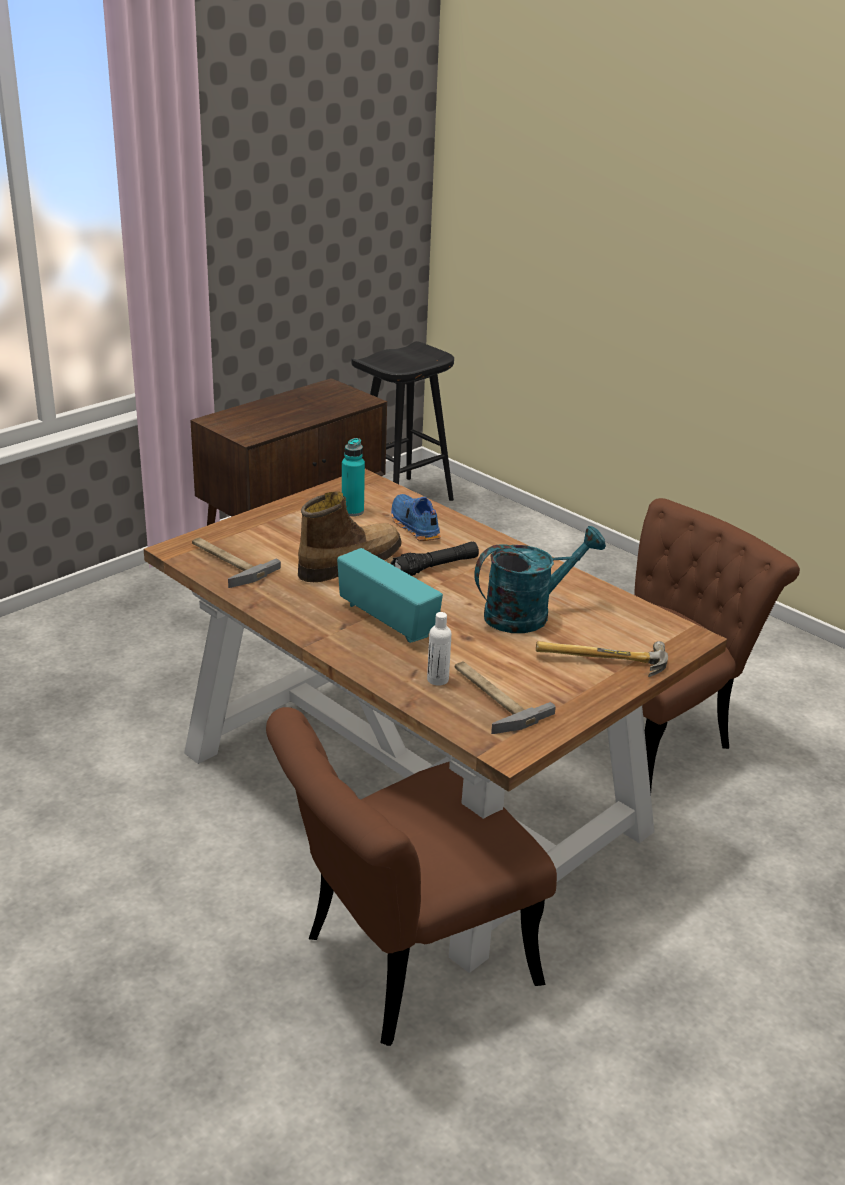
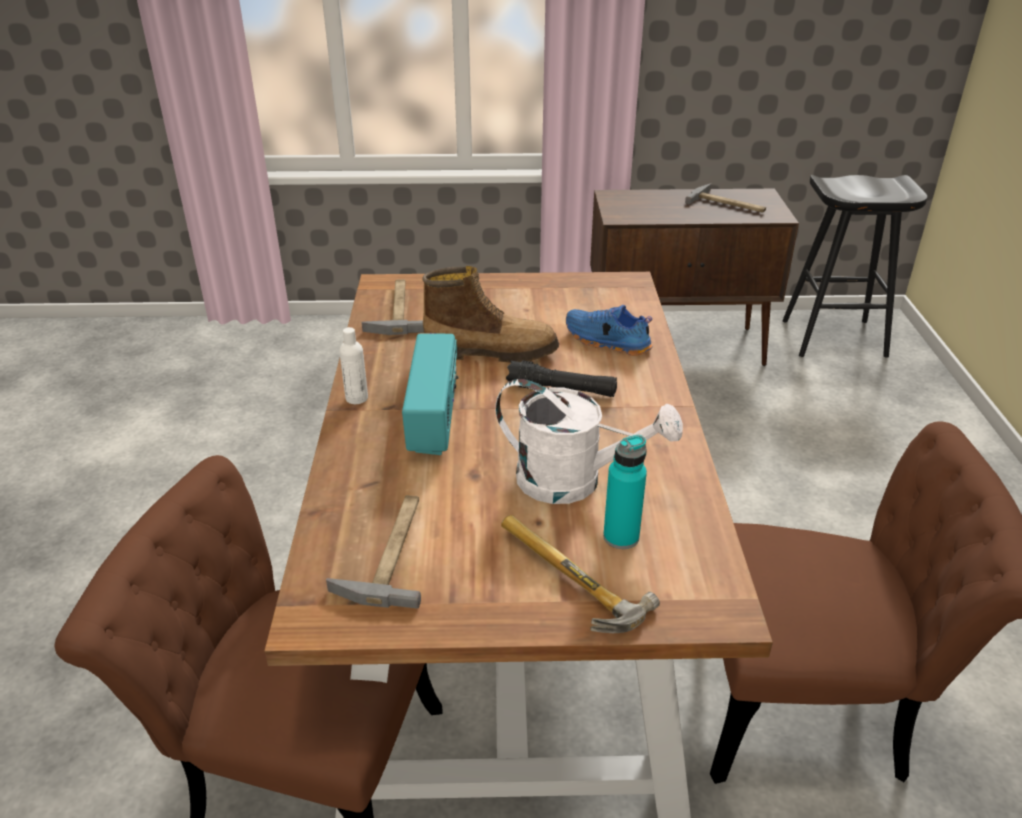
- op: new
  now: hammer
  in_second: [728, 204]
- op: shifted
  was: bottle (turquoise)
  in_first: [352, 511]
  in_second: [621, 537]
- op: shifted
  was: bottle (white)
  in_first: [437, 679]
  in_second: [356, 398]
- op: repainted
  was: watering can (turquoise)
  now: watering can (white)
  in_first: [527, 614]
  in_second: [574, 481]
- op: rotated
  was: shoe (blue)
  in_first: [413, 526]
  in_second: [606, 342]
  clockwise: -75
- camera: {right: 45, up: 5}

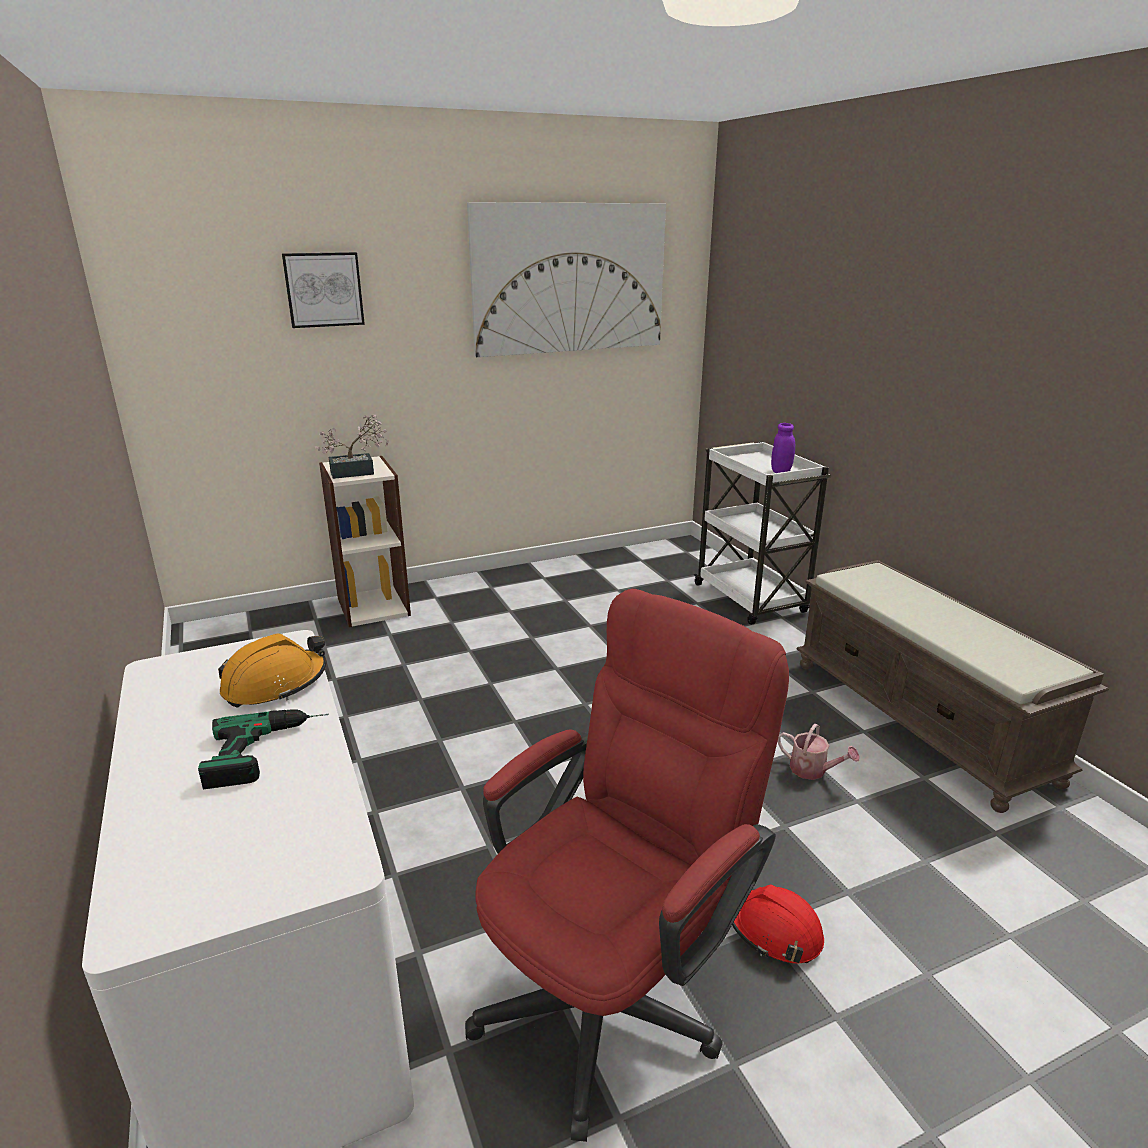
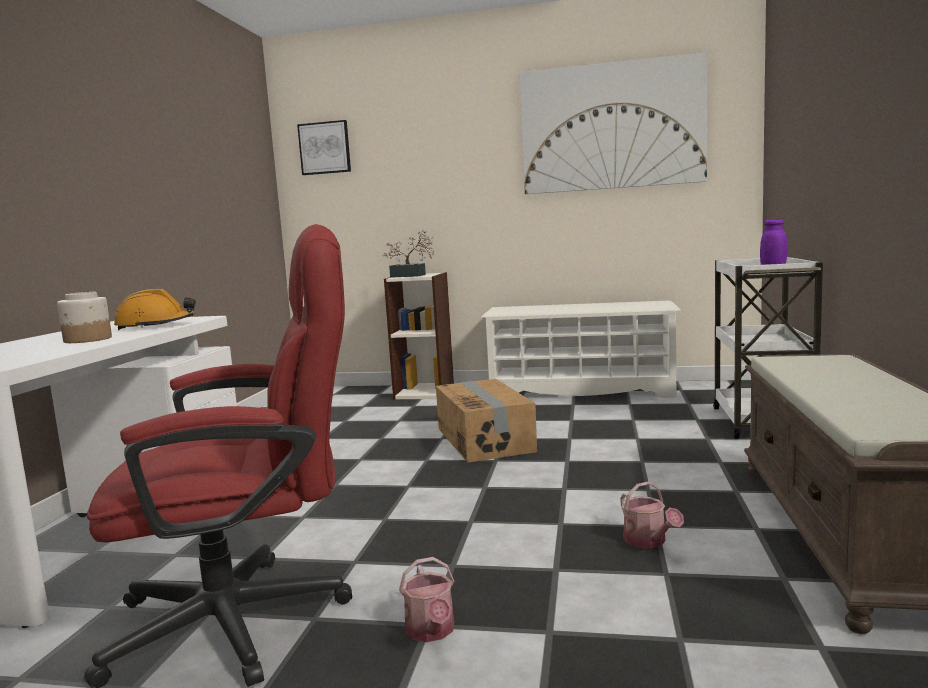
- op: new
  now: cardboard box
  in_second: [485, 439]
- op: new
  now: shoe rack (white)
  in_second: [581, 391]
- op: shifted
  was: picture
  in_first: [324, 289]
  in_second: [325, 148]
- op: swapped
  was: power drill
  now: jar
  in_first: [269, 751]
  in_second: [88, 340]
- op: swapped
  was: hard hat (red)
  now: watering can
  in_first: [774, 931]
  in_second: [431, 631]
- camera: {right: 35, up: -15}

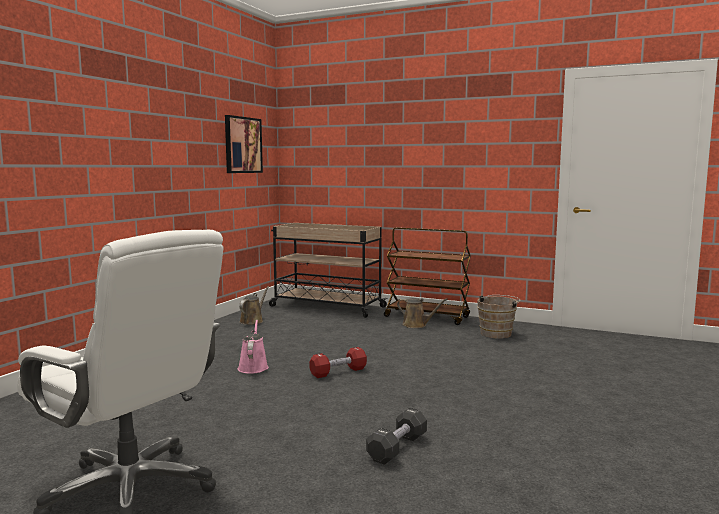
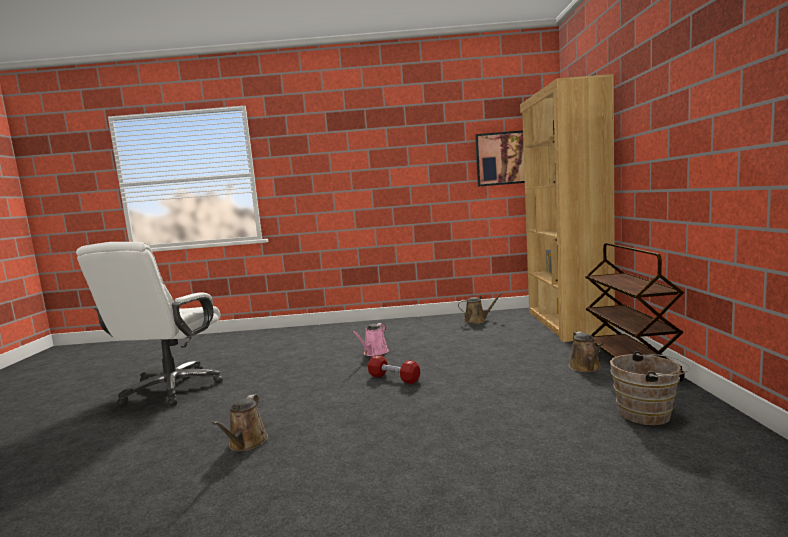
- op: swapped
  was: cart (beige)
  now: bookcase (brown)
  in_first: [326, 306]
  in_second: [566, 324]
- op: swapped
  was: dumbbell (black)
  now: watering can (brown)
  in_first: [397, 448]
  in_second: [246, 443]
- op: rotated
  was: watering can (pink)
  in_first: [253, 367]
  in_second: [374, 353]
  clockwise: 150
- camera: {right: 65, up: 0}

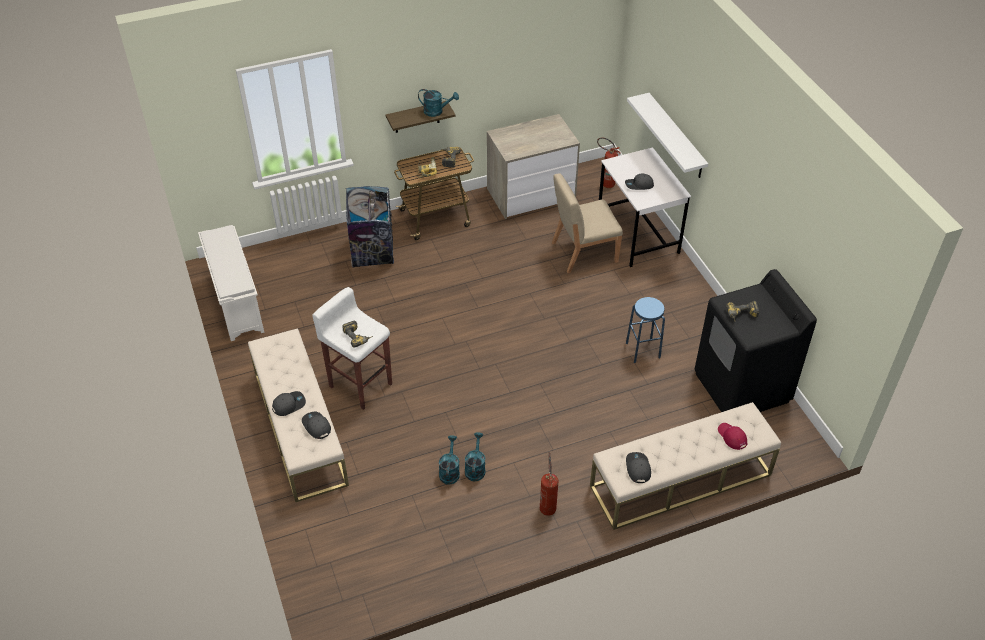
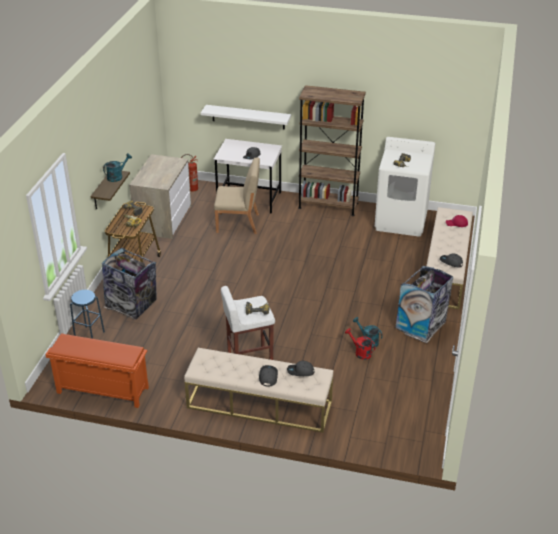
- op: new
  now: bookcase (brown)
  in_second: [328, 205]
- op: shifted
  was: stool (blue)
  in_first: [643, 350]
  in_second: [89, 335]
- op: swapped
  was: fire extinguisher
  now: trash can
  in_first: [547, 505]
  in_second: [421, 325]
- op: repainted
  was: shoe rack (white)
  now: shoe rack (orange)
  in_first: [236, 303]
  in_second: [101, 390]
- op: repainted
  was: watering can (turquoise)
  now: watering can (red)
  in_first: [449, 471]
  in_second: [360, 352]
- op: repainted
  was: washing machine (black)
  now: washing machine (white)
  in_first: [742, 388]
  in_second: [401, 221]
- op: rotated
  was: chair (beige)
  in_first: [583, 252]
  in_second: [238, 223]
  clockwise: -105
- camera: {right: -55, up: -10}

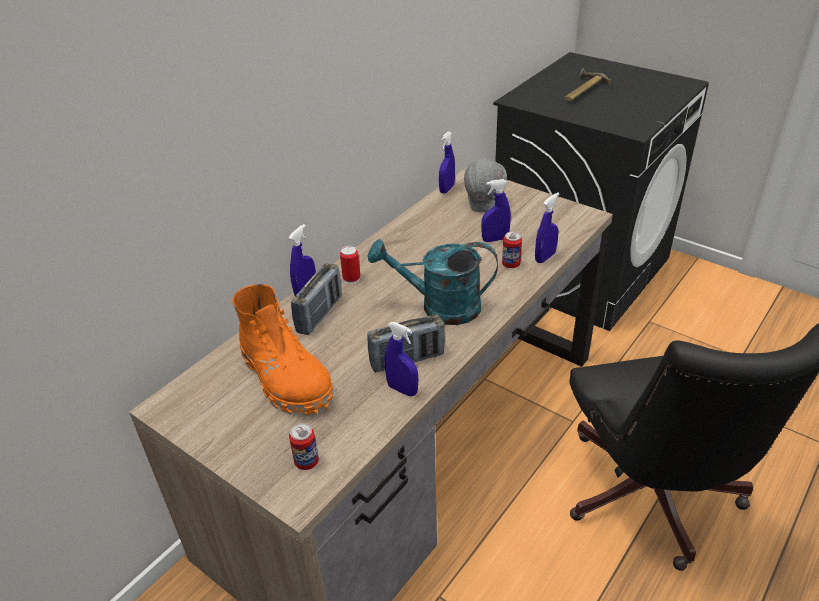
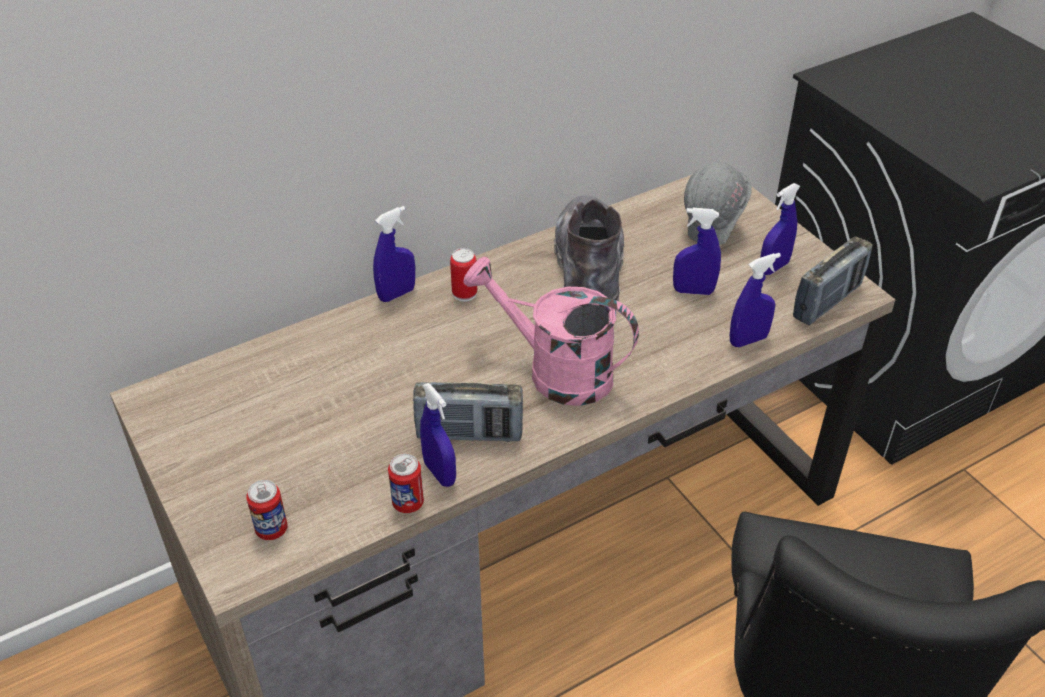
- op: gone
  was: boot (orange)
  in_first: [286, 379]
- op: gone
  was: hammer
  in_first: [581, 90]
- op: new
  now: boot (grey)
  in_second: [588, 272]
- op: shifted
  was: radio
  in_first: [319, 314]
  in_second: [827, 301]
- op: shifted
  was: spray bottle (blue)
  in_first: [447, 189]
  in_second: [773, 267]
- op: shifted
  was: can
  in_first: [511, 264]
  in_second: [408, 503]
- op: repainted
  was: watering can (turquoise)
  now: watering can (pink)
  in_first: [439, 307]
  in_second: [556, 371]
- camera: {right: 20, up: 5}

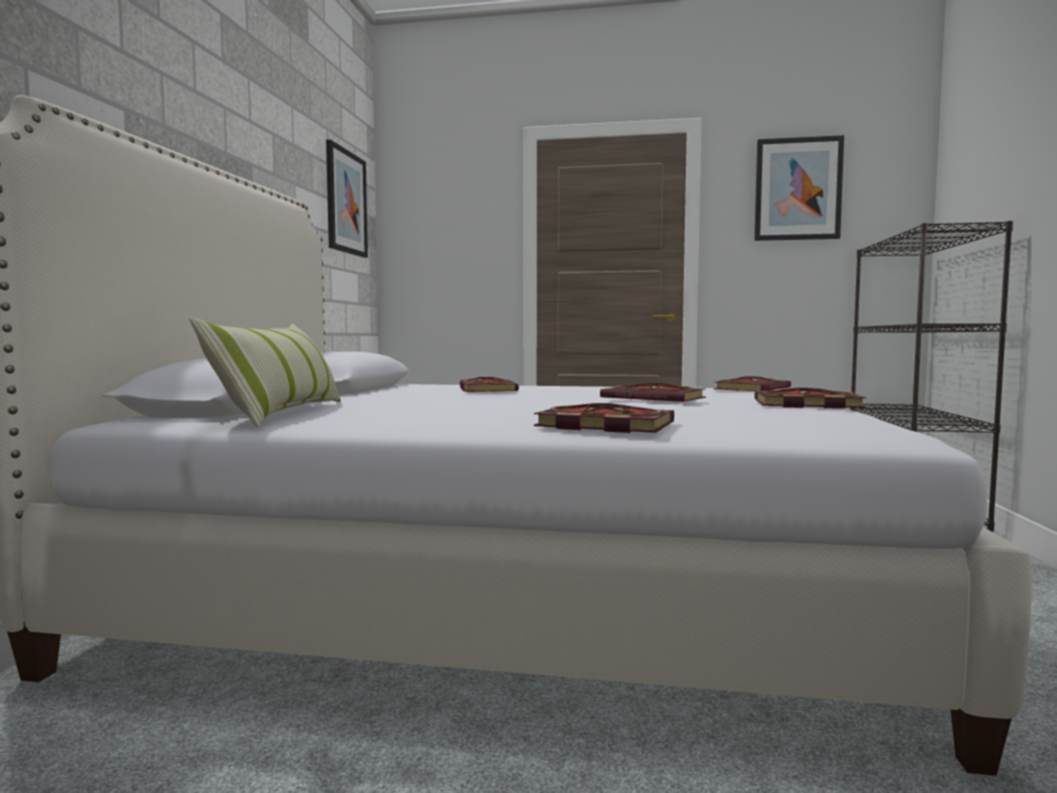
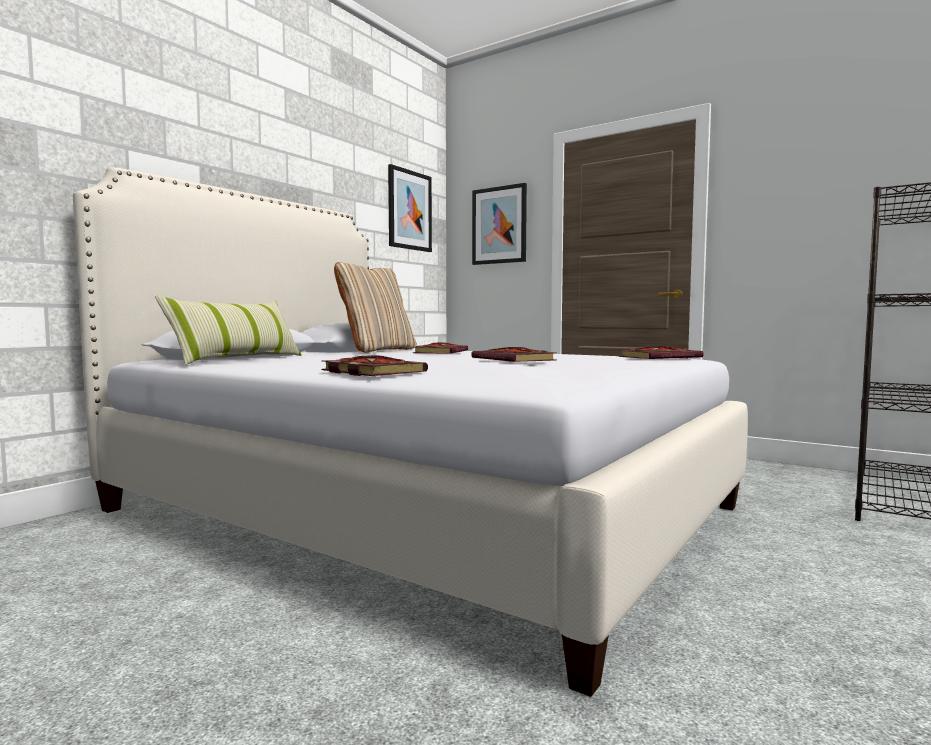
- op: gone
  was: book
  in_first: [804, 404]
- op: new
  now: pillow (beige)
  in_second: [377, 350]
- op: shifted
  was: picture
  in_first: [797, 189]
  in_second: [499, 225]
- camera: {right: 25, up: 0}

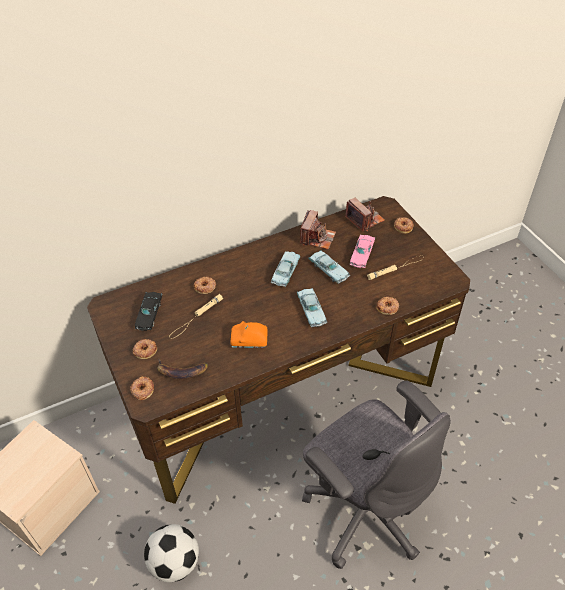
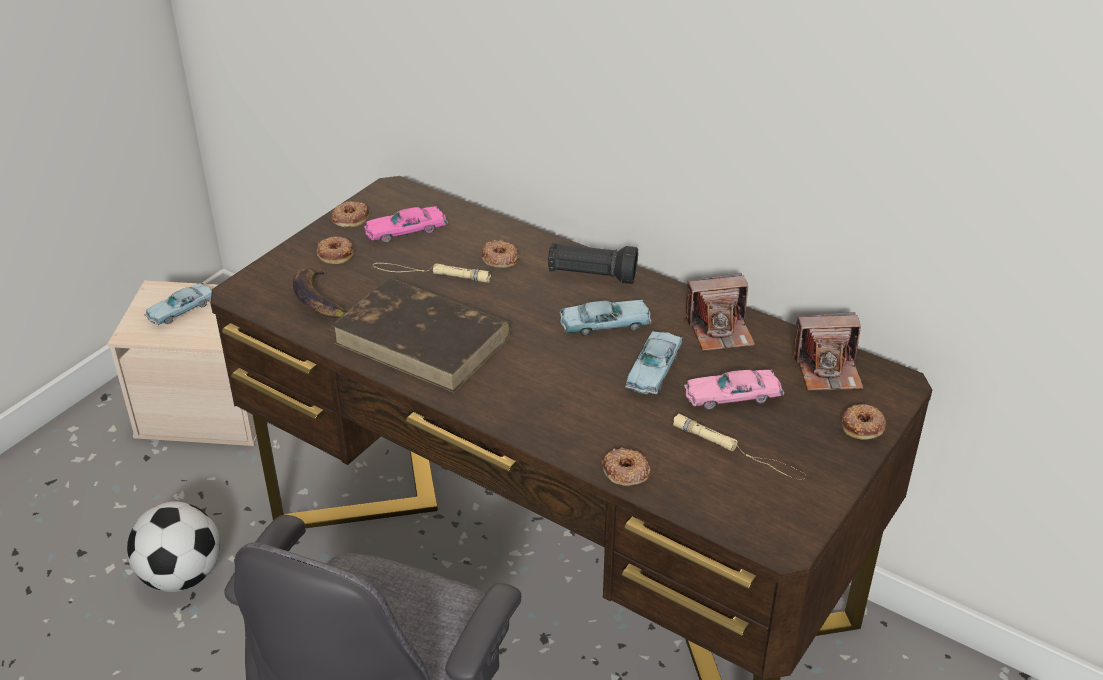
- op: new
  now: flashlight (black)
  in_second: [591, 275]
- op: shifted
  was: donut
  in_first: [142, 390]
  in_second: [350, 218]
- op: shifted
  was: toy car (blue)
  in_first: [311, 310]
  in_second: [182, 309]
- op: swapped
  was: toy car (orange)
  now: book (brown)
  in_first: [249, 341]
  in_second: [424, 340]
- op: repainted
  was: toy car (black)
  now: toy car (pink)
  in_first: [149, 314]
  in_second: [406, 231]
- op: rotated
  was: photo camera
  in_first: [364, 219]
  in_second: [827, 370]
  clockwise: 60
- camera: {right: 60, up: -10}

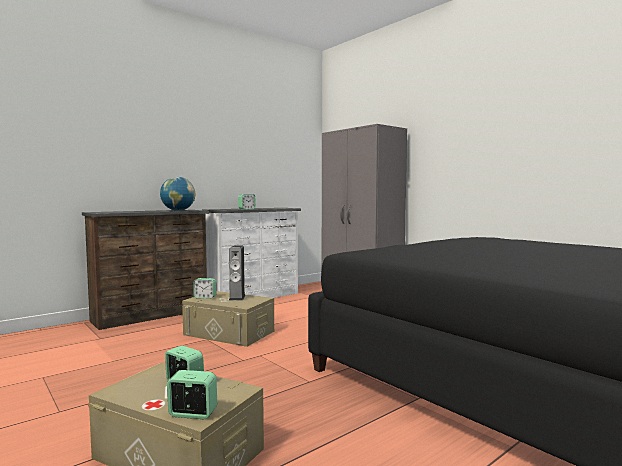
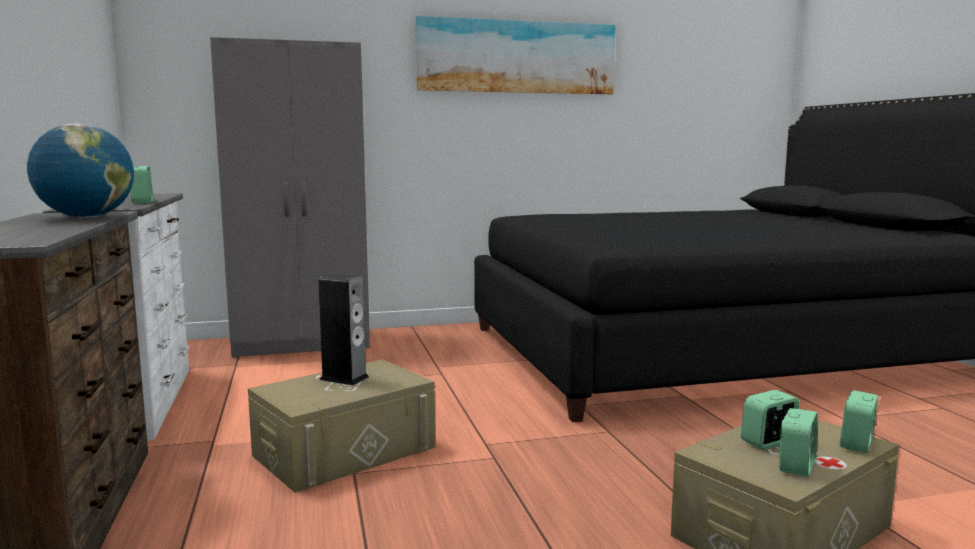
- op: new
  now: picture
  in_second: [516, 57]
- op: shifted
  was: alarm clock
  in_first: [205, 297]
  in_second: [796, 466]
- camera: {right: -65, up: 5}

